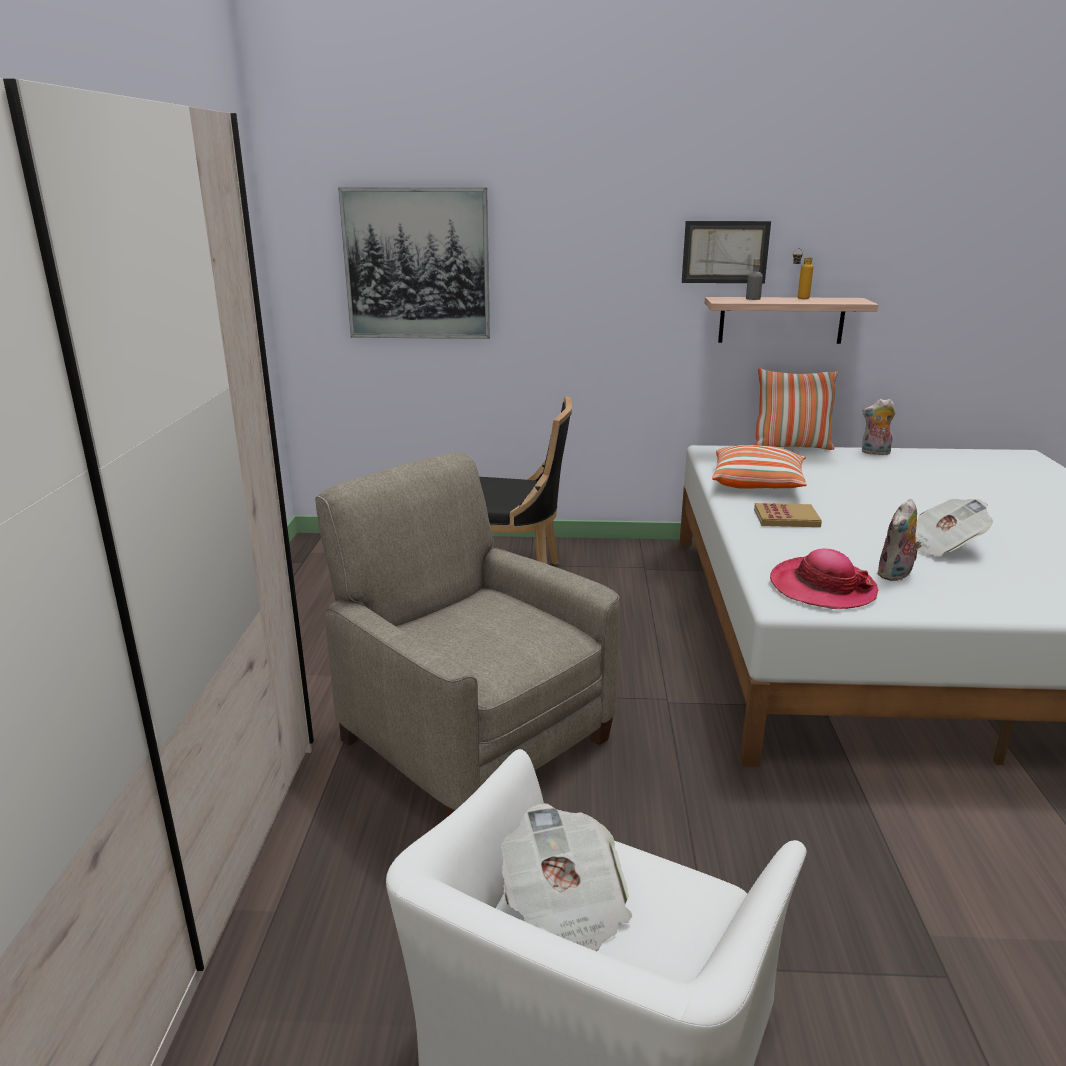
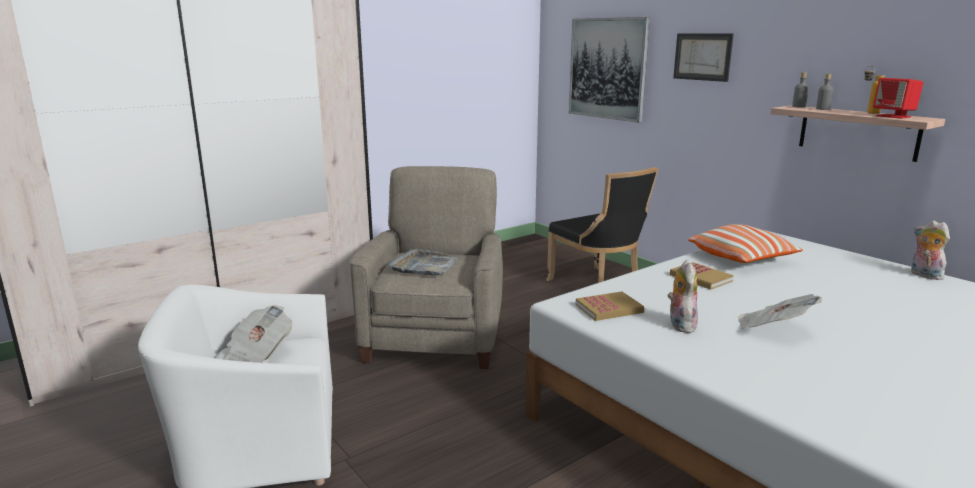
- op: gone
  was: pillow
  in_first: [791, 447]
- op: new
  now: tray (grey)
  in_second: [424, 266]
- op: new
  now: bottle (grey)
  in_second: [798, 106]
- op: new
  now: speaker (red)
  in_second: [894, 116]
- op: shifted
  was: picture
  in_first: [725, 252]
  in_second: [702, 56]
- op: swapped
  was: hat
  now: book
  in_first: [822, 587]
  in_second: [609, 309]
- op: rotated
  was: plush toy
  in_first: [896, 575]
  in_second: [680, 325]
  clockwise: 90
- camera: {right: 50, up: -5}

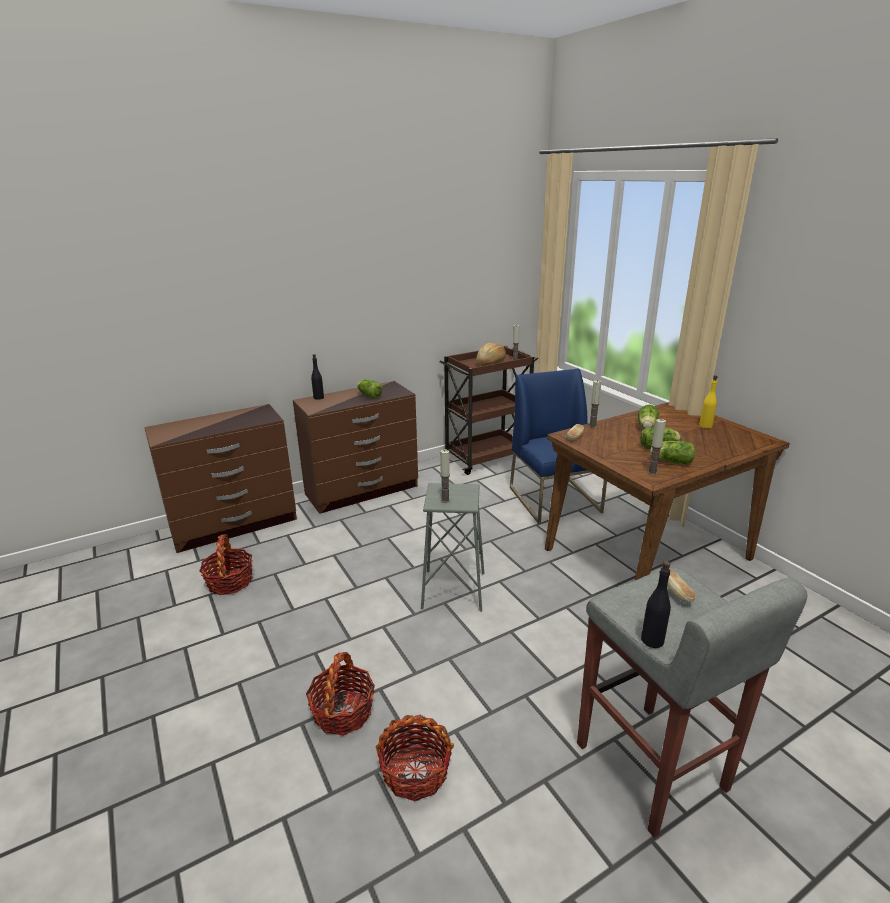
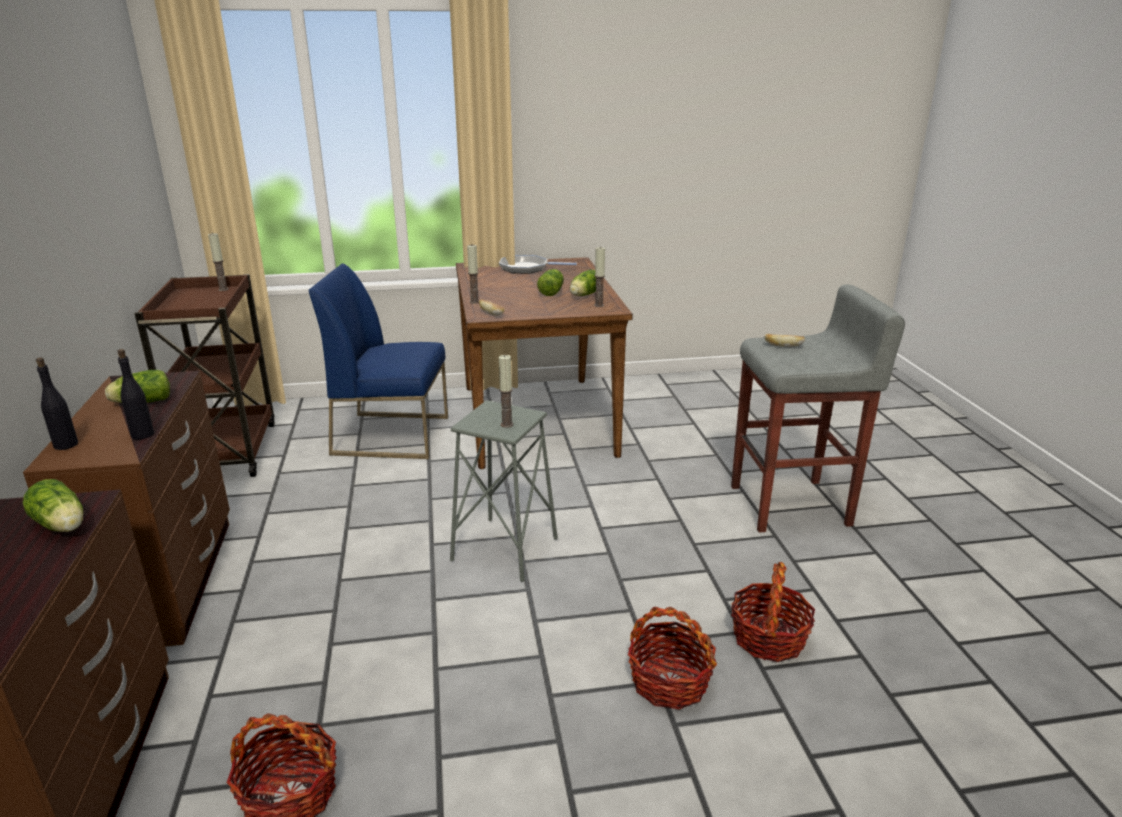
- op: gone
  was: bread
  in_first: [491, 363]
- op: shifted
  was: lettuce
  in_first: [646, 427]
  in_second: [62, 526]
- op: shifted
  was: bottle (black)
  in_first: [652, 640]
  in_second: [143, 434]
- op: swapped
  was: bottle (yellow)
  now: frying pan
  in_first: [705, 426]
  in_second: [527, 268]
- camera: {right: -70, up: 0}

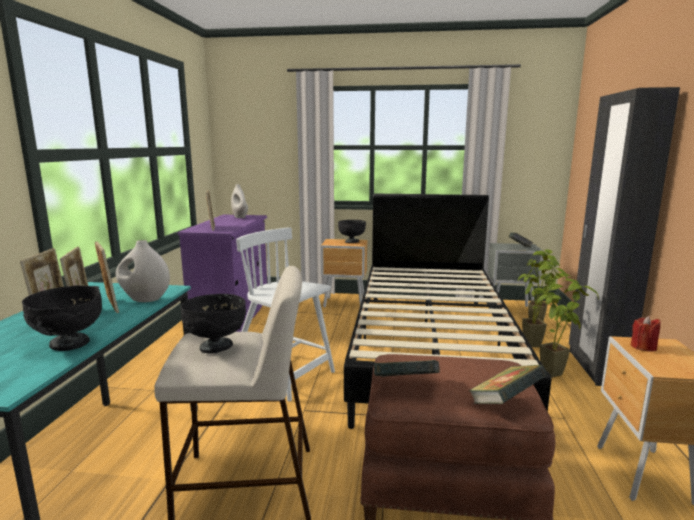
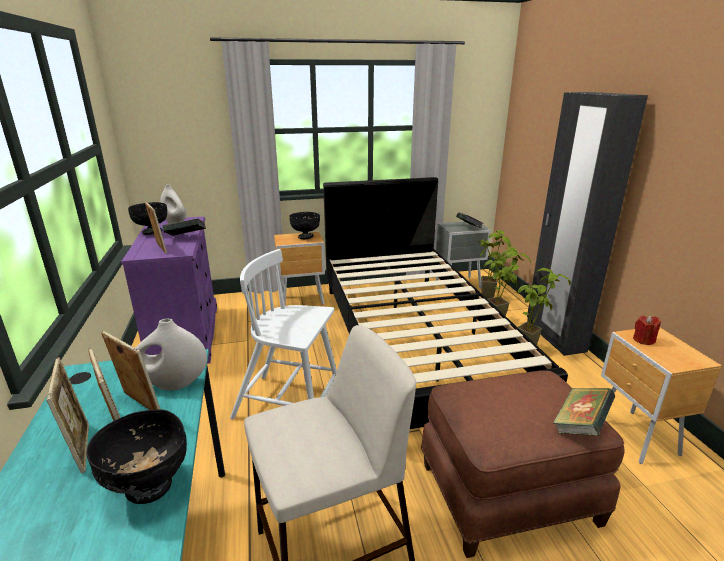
- op: shifted
  was: bowl (black)
  in_first: [216, 347]
  in_second: [152, 232]
- op: shifted
  was: book
  in_first: [406, 386]
  in_second: [186, 238]
- camera: {right: -20, up: 10}

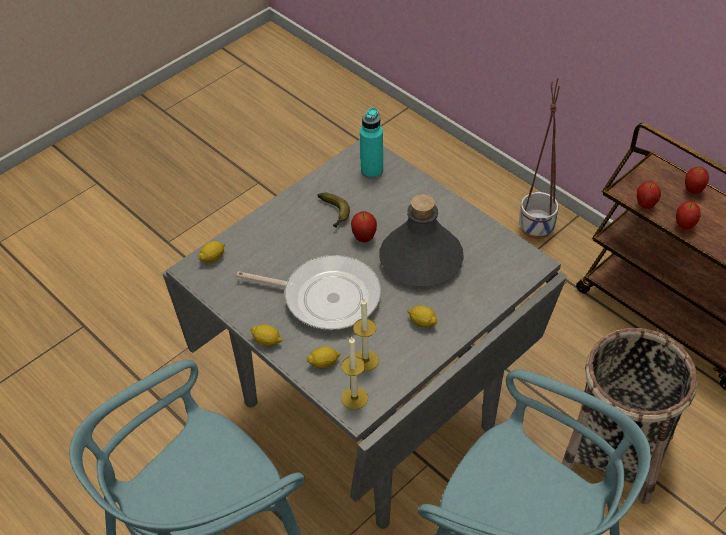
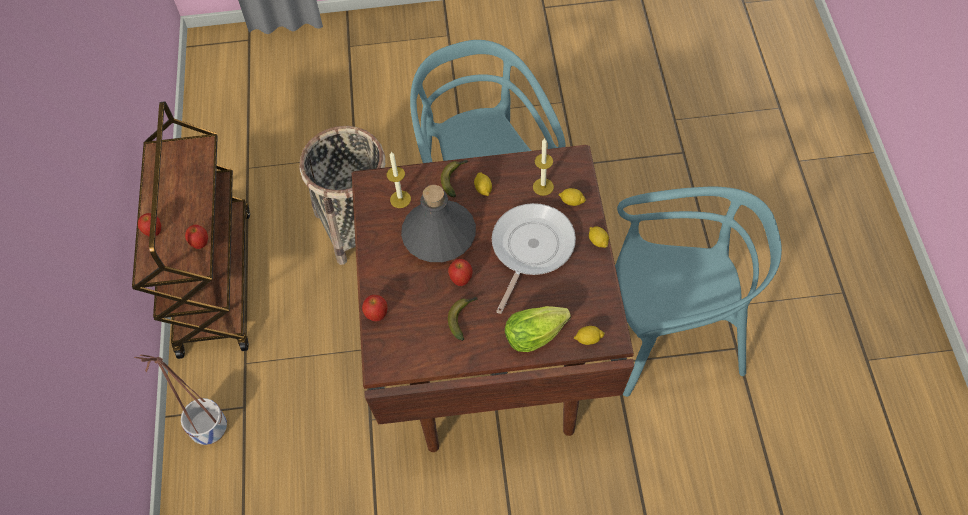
- op: gone
  was: bottle (turquoise)
  in_first: [372, 171]
- op: new
  now: banana
  in_second: [454, 178]
- op: new
  now: lettuce
  in_second: [538, 334]
- op: shifted
  was: candle
  in_first: [354, 398]
  in_second: [400, 199]
- op: shifted
  was: apple
  in_first: [684, 225]
  in_second: [377, 315]
- op: repainted
  was: dining table (grey)
  now: dining table (brown)
  in_first: [366, 415]
  in_second: [493, 359]
- op: rotated
  was: frying pan
  in_first: [326, 297]
  in_second: [530, 249]
  clockwise: 60
- camera: {right: -140, up: 10}

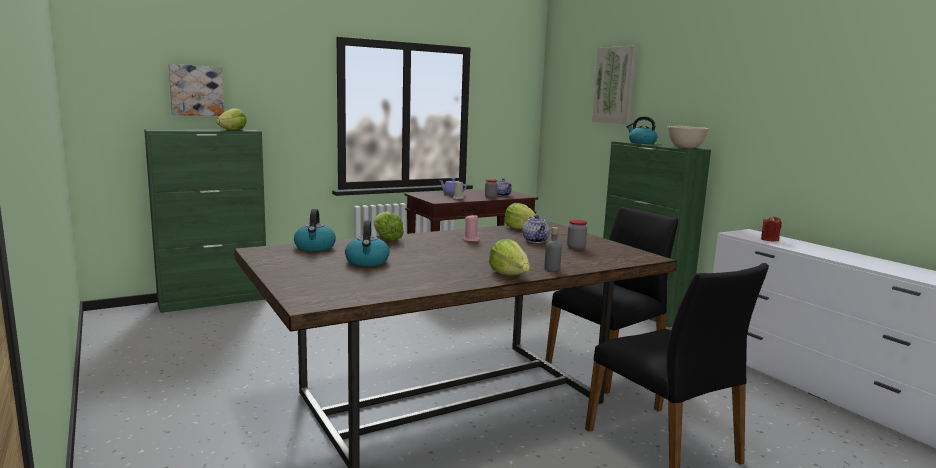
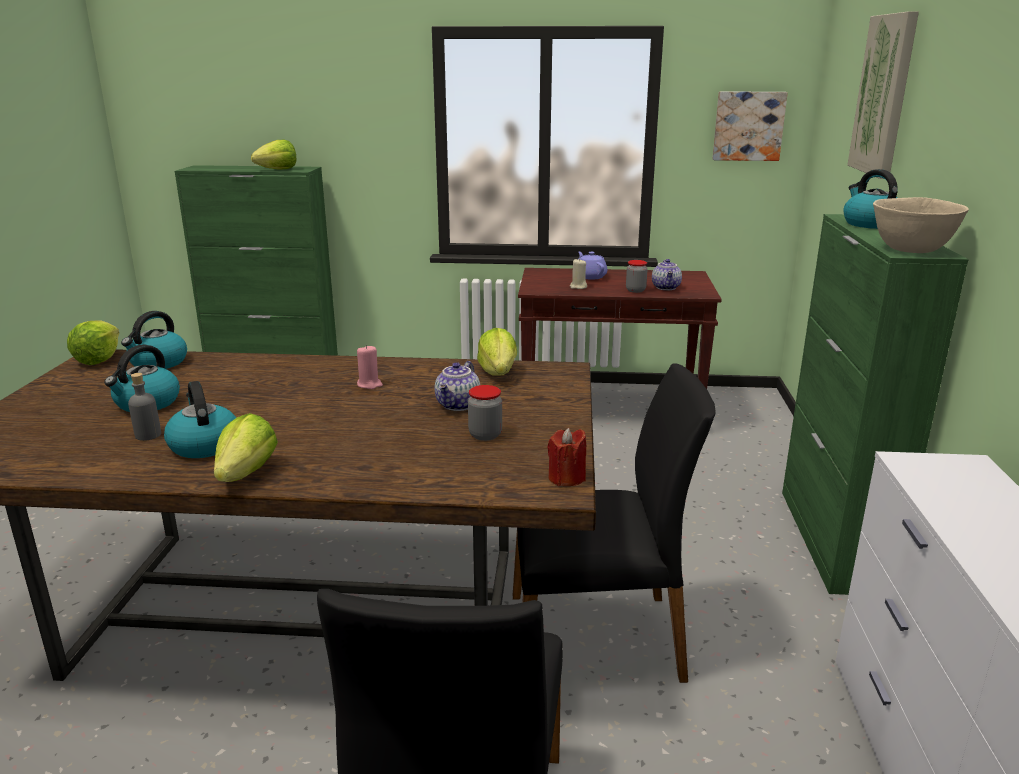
- op: new
  now: kettle
  in_second: [204, 445]
- op: shifted
  was: picture
  in_first: [196, 90]
  in_second: [748, 126]
- op: shifted
  was: lettuce
  in_first: [386, 238]
  in_second: [99, 359]
- op: shifted
  was: bottle (grey)
  in_first: [552, 268]
  in_second: [148, 435]
- op: shifted
  was: candle (red)
  in_first: [769, 239]
  in_second: [566, 478]
- camera: {right: 35, up: 10}

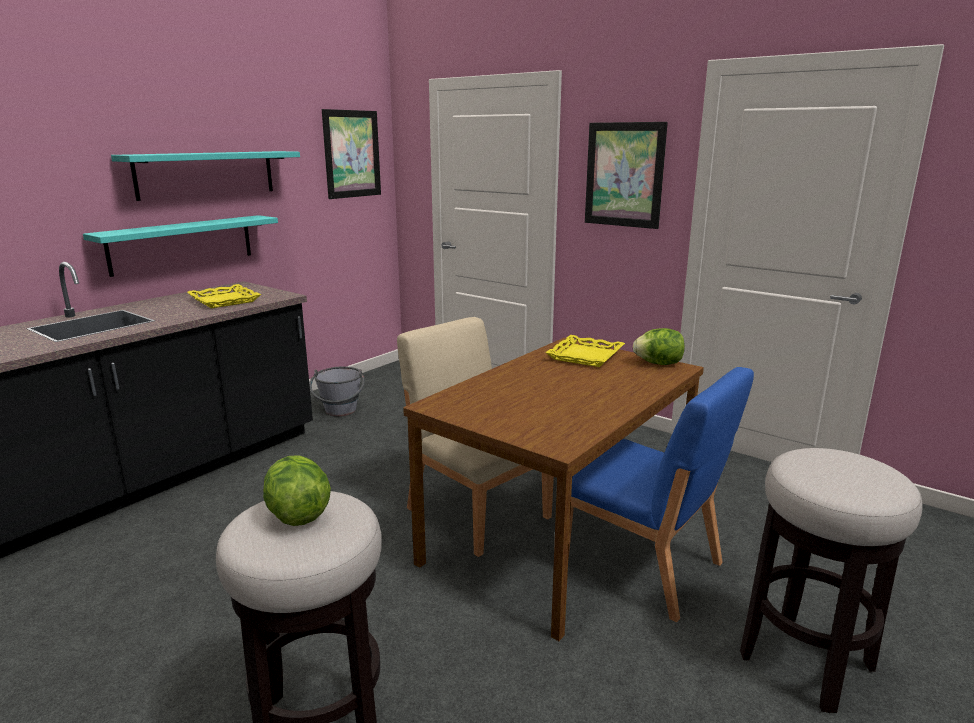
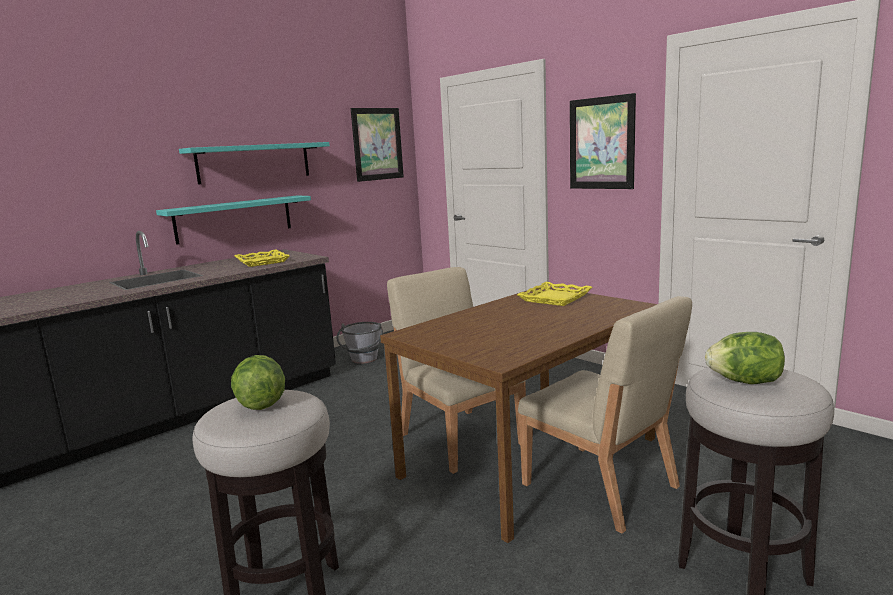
- op: shifted
  was: lettuce
  in_first: [658, 363]
  in_second: [745, 382]
- op: repainted
  was: chair (blue)
  now: chair (beige)
  in_first: [642, 566]
  in_second: [601, 486]
- camera: {right: 10, up: -5}

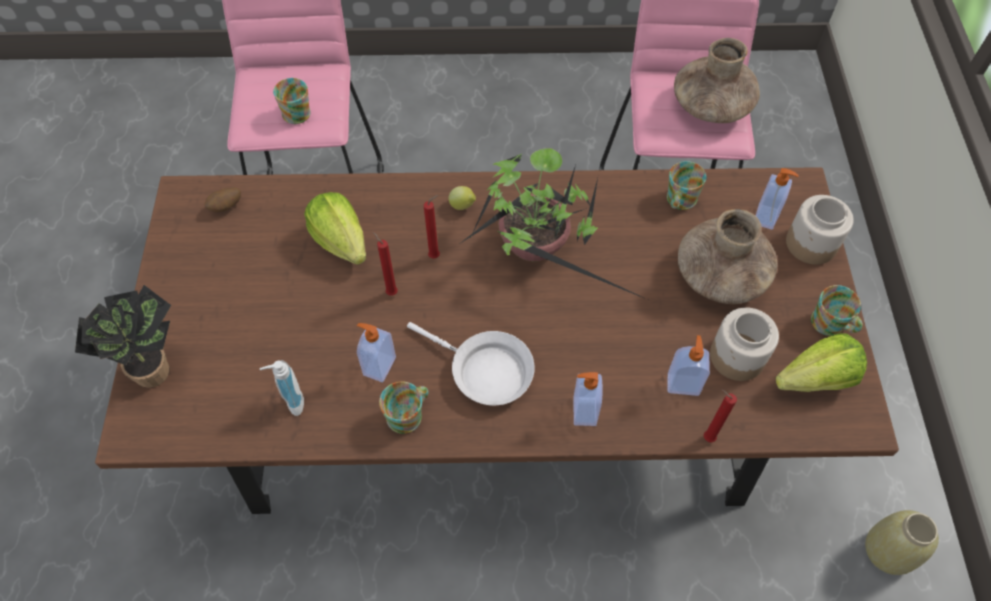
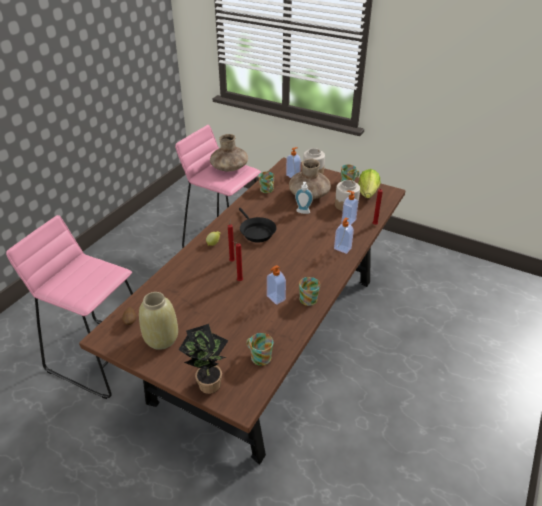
- op: gone
  was: lettuce
  in_first: [341, 241]
- op: gone
  was: frying pan (white)
  in_first: [485, 371]
- op: shifted
  was: soap dispenser
  in_first: [291, 402]
  in_second: [302, 212]
- op: shifted
  was: mug
  in_first: [298, 110]
  in_second: [259, 356]
- op: shifted
  was: vase (beige)
  in_first: [887, 552]
  in_second: [162, 338]
- op: swapped
  was: potted plant
  now: frying pan (black)
  in_first: [537, 249]
  in_second: [256, 232]
- camera: {right: -60, up: -20}

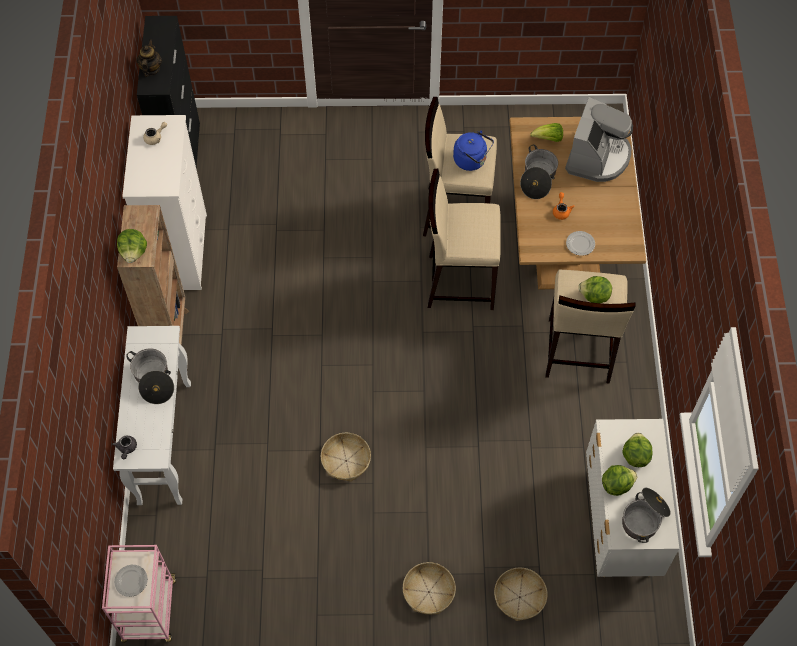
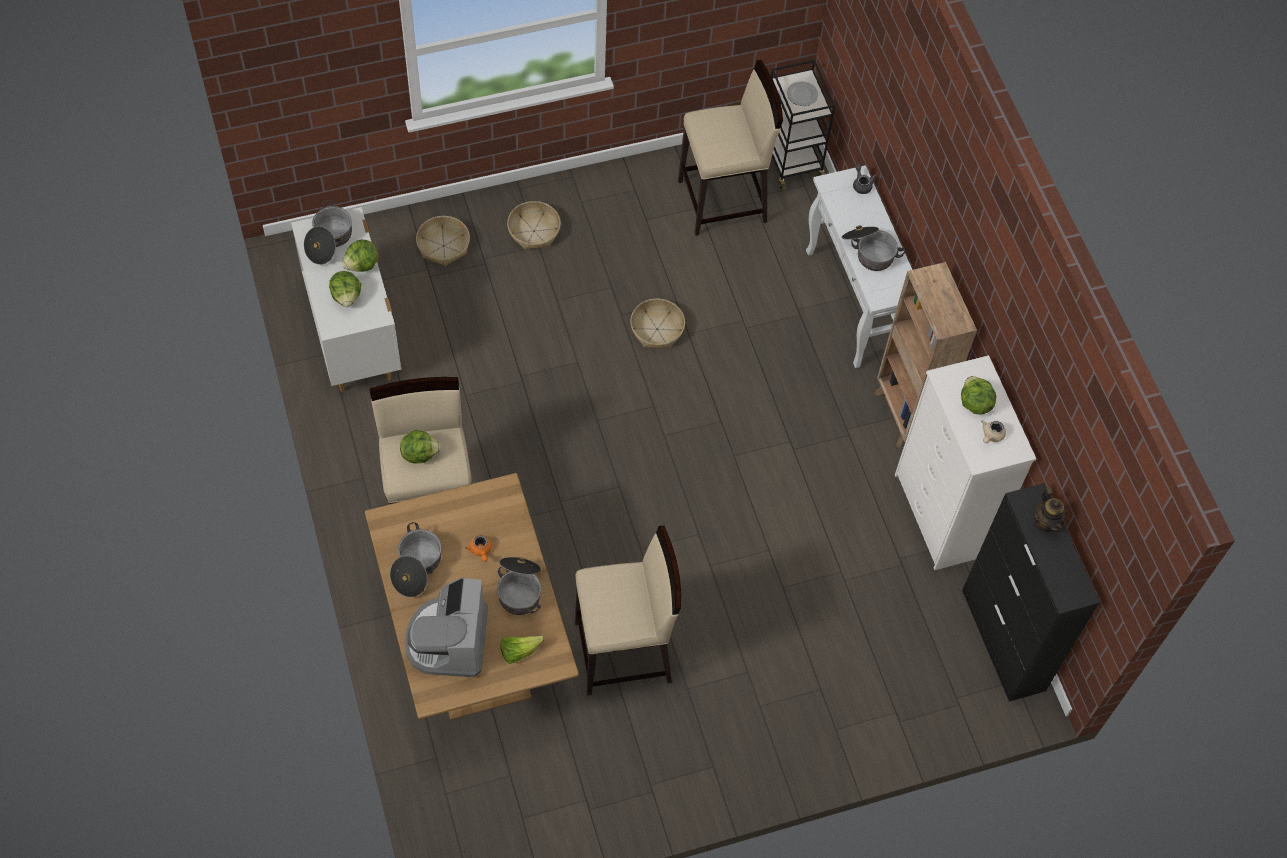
- op: gone
  was: kettle (blue)
  in_first: [472, 160]
- op: gone
  was: plate
  in_first: [580, 244]
- op: new
  now: cooking pot
  in_second: [416, 567]
- op: shifted
  was: lettuce
  in_first: [134, 252]
  in_second: [974, 403]
- op: shifted
  was: stool (beige)
  in_first: [459, 281]
  in_second: [723, 201]
- op: repainted
  was: cart (pink)
  now: cart (black)
  in_first: [150, 611]
  in_second: [791, 159]
- camera: {right: 160, up: 0}

